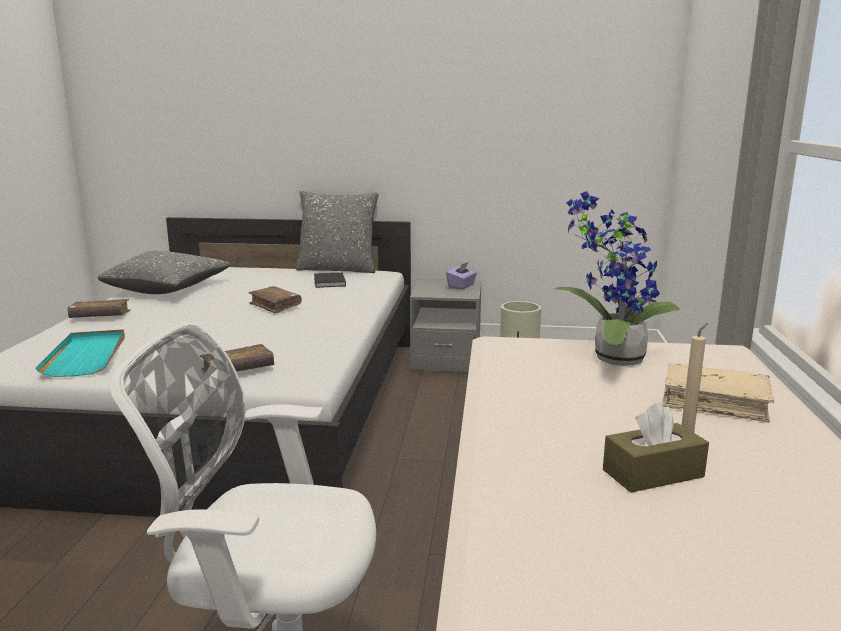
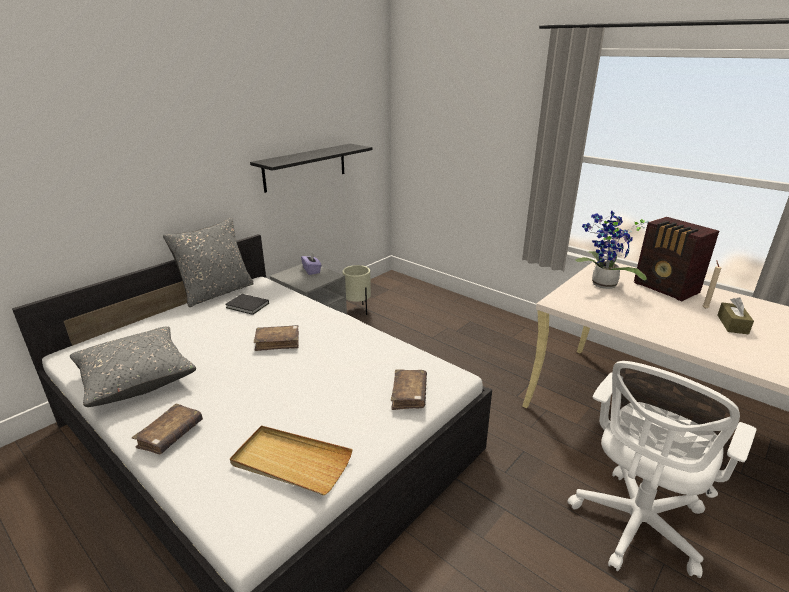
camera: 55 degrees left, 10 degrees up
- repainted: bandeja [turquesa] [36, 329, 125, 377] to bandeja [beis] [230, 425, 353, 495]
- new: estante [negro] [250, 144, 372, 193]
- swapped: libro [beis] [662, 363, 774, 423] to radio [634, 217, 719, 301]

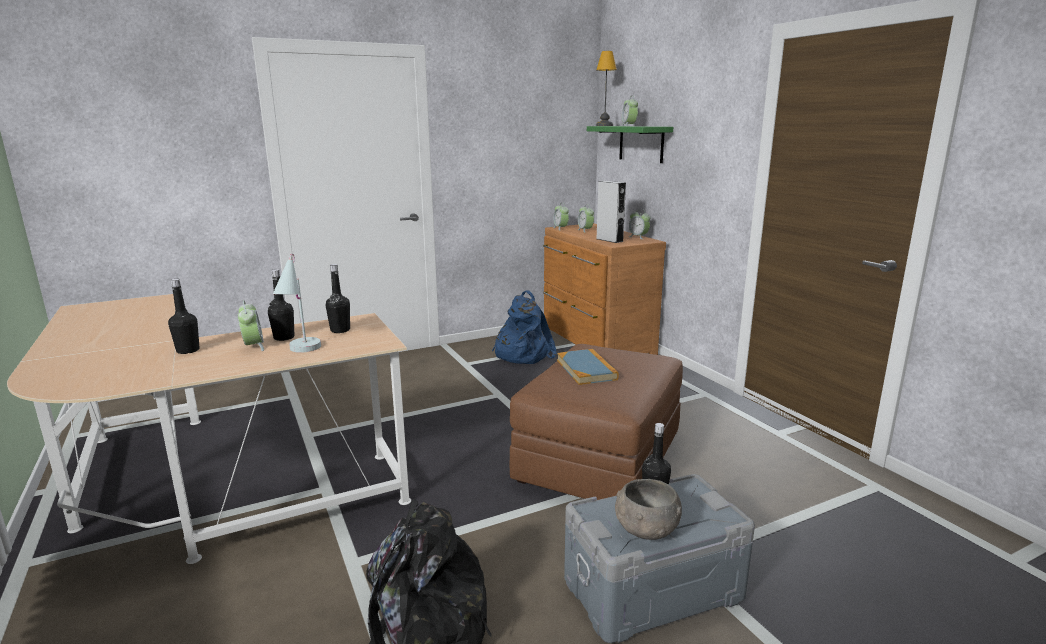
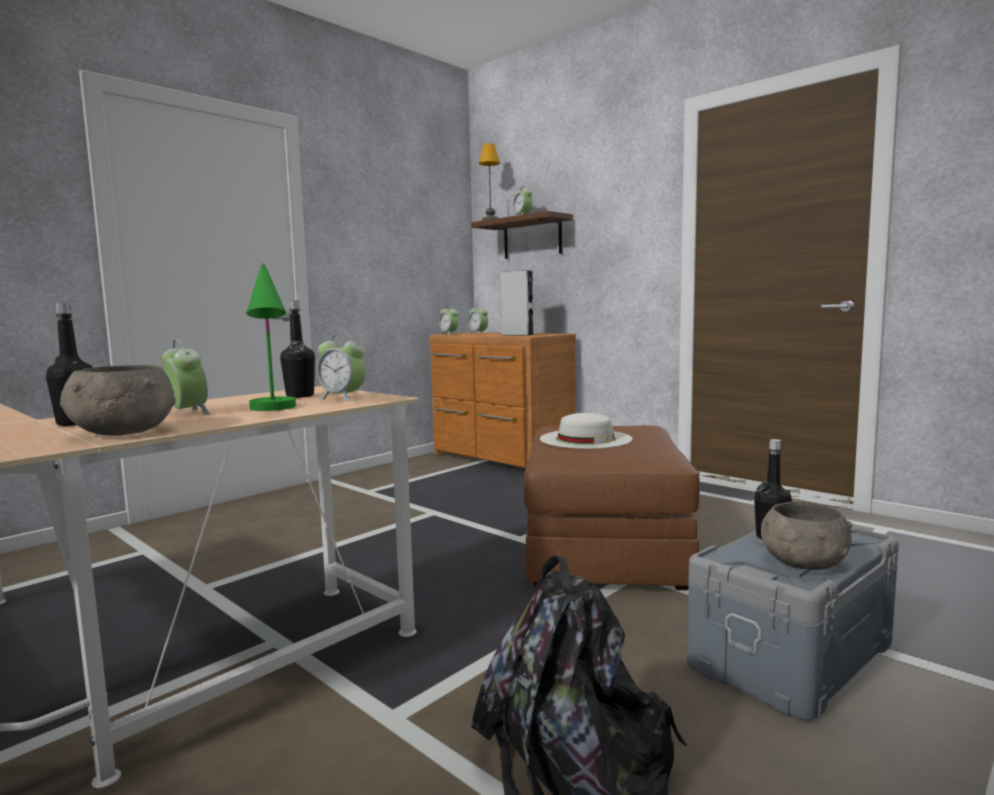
camera: 20 degrees left, 10 degrees down
- new: cuenco [gris] [60, 364, 176, 435]
- repainted: lámpara de mesa [blanco] [273, 253, 321, 353] to lámpara de mesa [verde] [247, 262, 296, 411]
- shifted: despertador [629, 209, 650, 239] to [317, 333, 366, 401]
- repainted: estante [verde] [587, 126, 673, 163] to estante [marrón] [471, 211, 573, 259]
- swapped: libro [557, 349, 619, 385] to sombrero [blanco] [540, 413, 633, 449]
- gone: botella [negro] [268, 269, 294, 341]
- gone: mochila [azul] [492, 290, 557, 364]

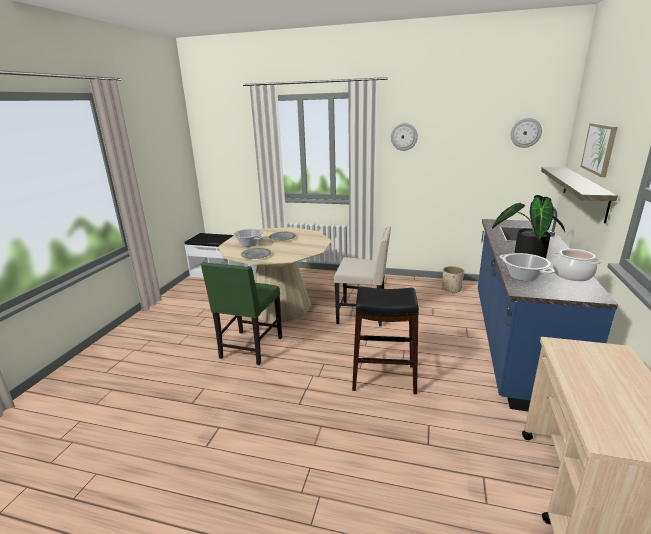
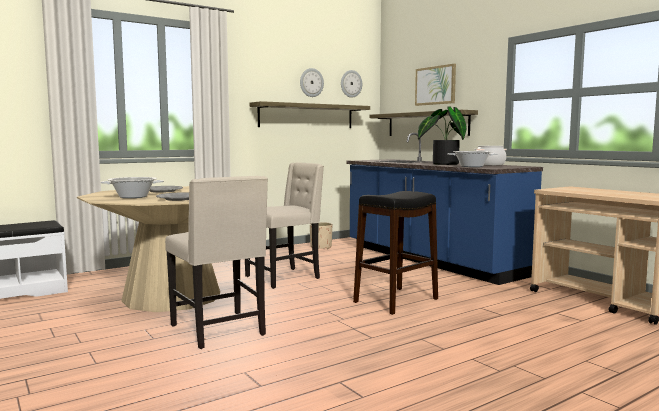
camera: 50 degrees left, 15 degrees down
- repainted: silla [verde] [201, 262, 282, 365] to silla [beis] [165, 176, 268, 349]
- new: estante [249, 101, 370, 128]
- shifted: reloj de pared [391, 123, 418, 151] to [300, 68, 324, 97]

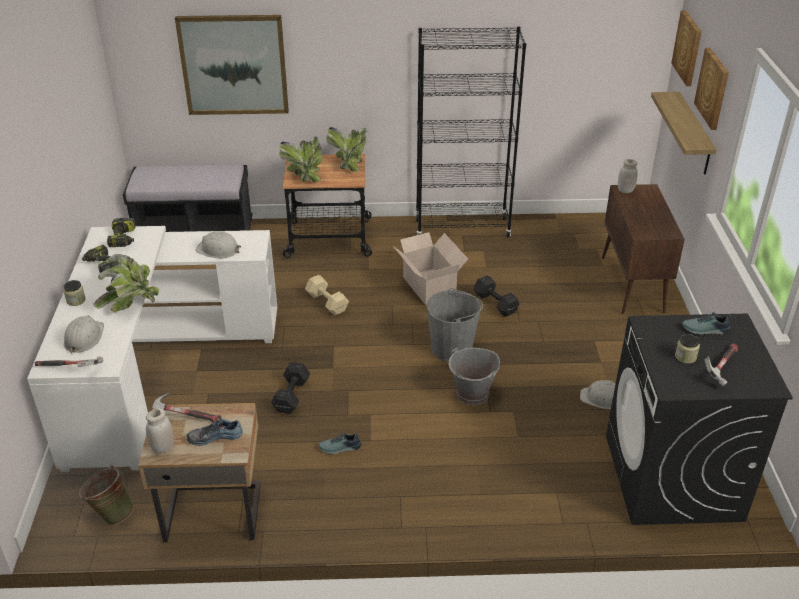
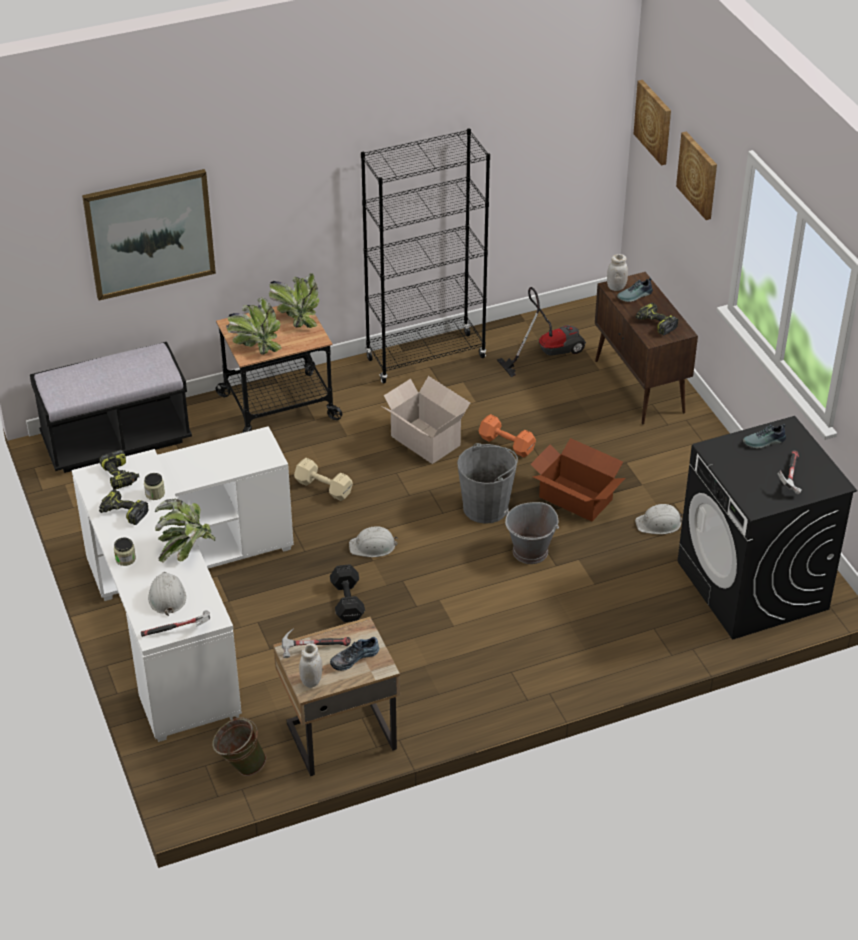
camera: 20 degrees left, 5 degrees up
- shifted: tarro [675, 334, 700, 364] to [144, 473, 165, 500]
- shifted: casco [blanco] [195, 231, 241, 258] to [349, 526, 398, 557]
- repainted: mancuerna [negro] [474, 275, 520, 317] to mancuerna [naranja] [479, 414, 536, 457]
- new: aspiradora [497, 287, 586, 377]
- new: caja de cartón [530, 438, 625, 522]
- shifted: zapato [319, 433, 361, 454] to [617, 278, 653, 302]
- new: taladro [635, 302, 678, 335]
- gone: estante [651, 92, 717, 174]

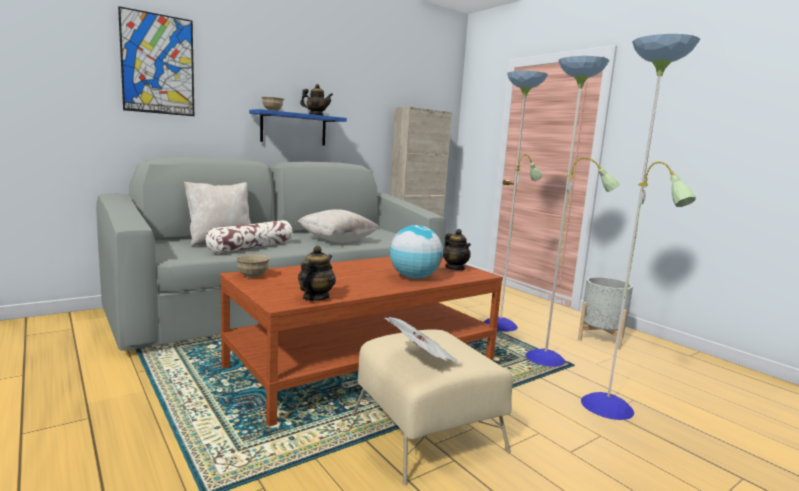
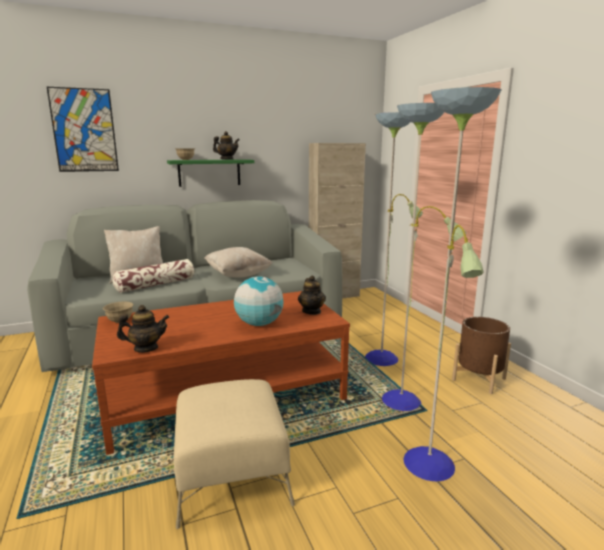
camera: 15 degrees right, 5 degrees up
- rotated: tetera [298, 246, 336, 301] = [117, 305, 169, 353] 45 degrees clockwise
- repainted: estante [azul] [249, 109, 347, 146] to estante [verde] [167, 159, 254, 187]
- repainted: maceta [gris] [578, 277, 633, 350] to maceta [marrón] [452, 317, 511, 394]
- gone: periódico [385, 317, 462, 363]

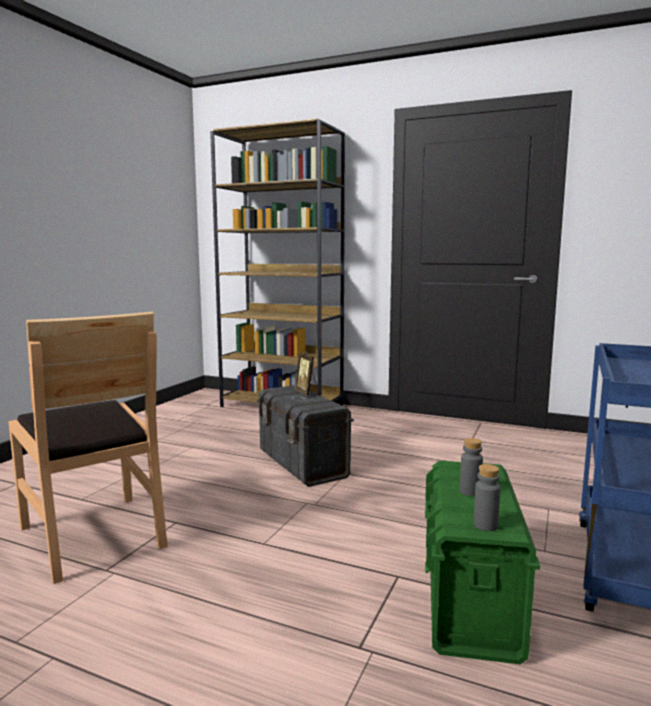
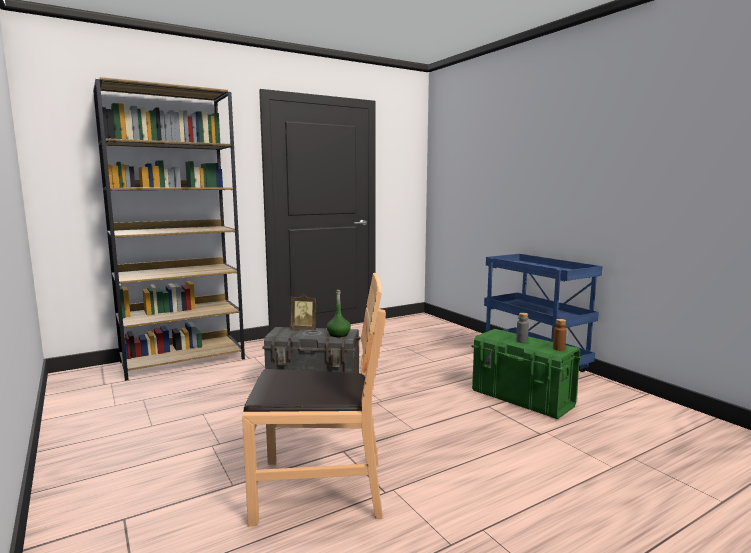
camera: 55 degrees left, 0 degrees up
- new: botella [verde] [327, 290, 351, 337]
- repainted: botella [gris] [474, 464, 501, 531] to botella [marrón] [553, 319, 567, 351]

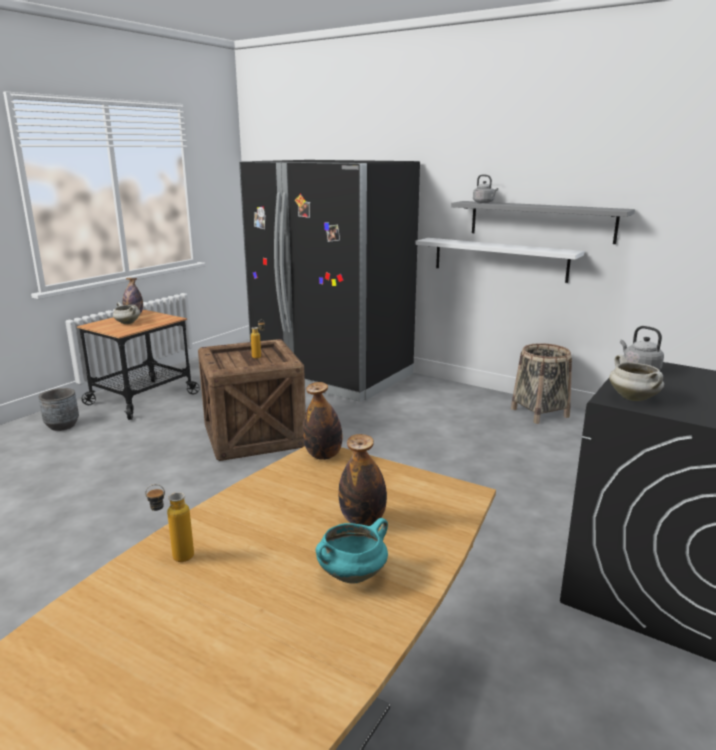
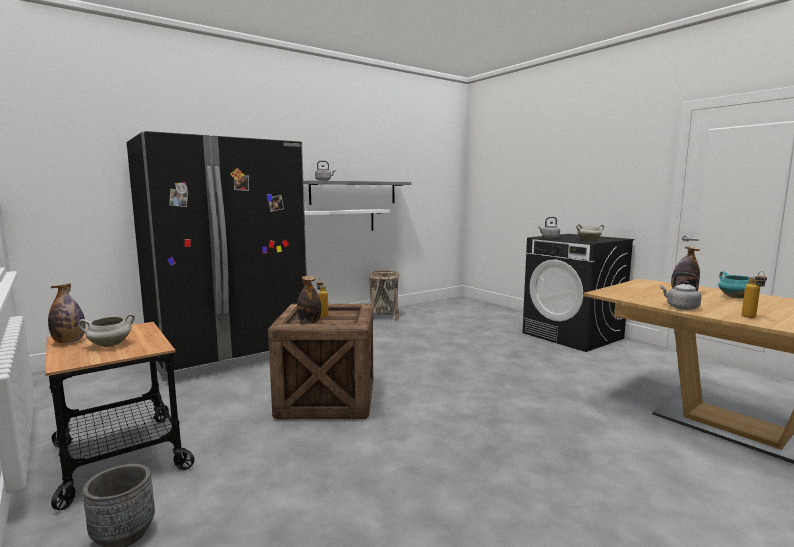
camera: 70 degrees left, 10 degrees down
- shifted: botella [303, 382, 343, 460] to [297, 276, 321, 324]
- new: hervidor [gris] [660, 272, 702, 310]

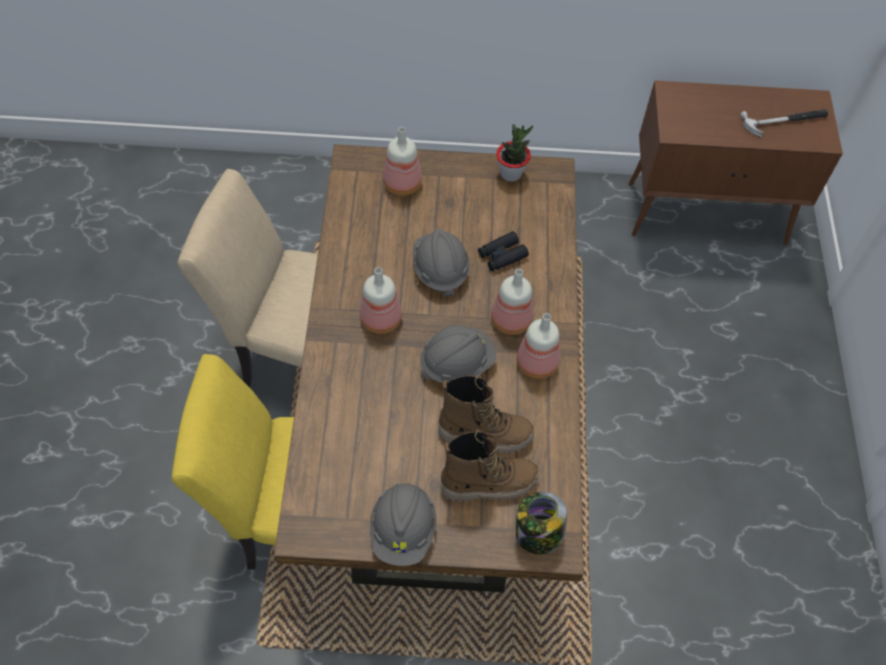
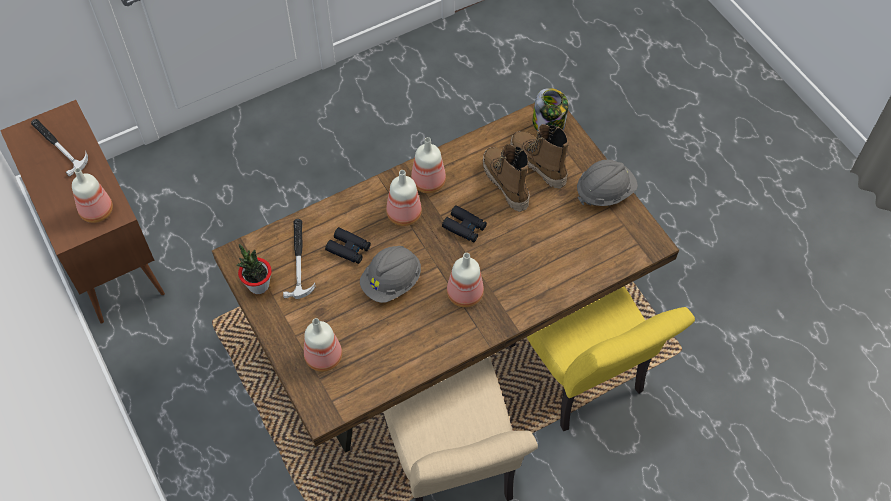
camera: 120 degrees left, 0 degrees up
- new: botella [72, 168, 113, 223]
- new: martillo [283, 219, 316, 299]
- swapped: casco [gris] [420, 325, 496, 383] to prismáticos [negro] [442, 205, 487, 243]

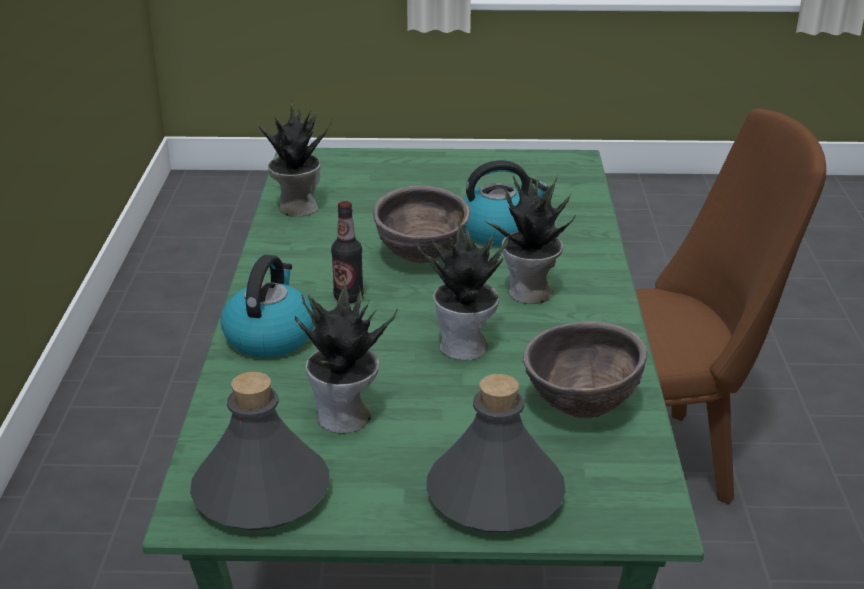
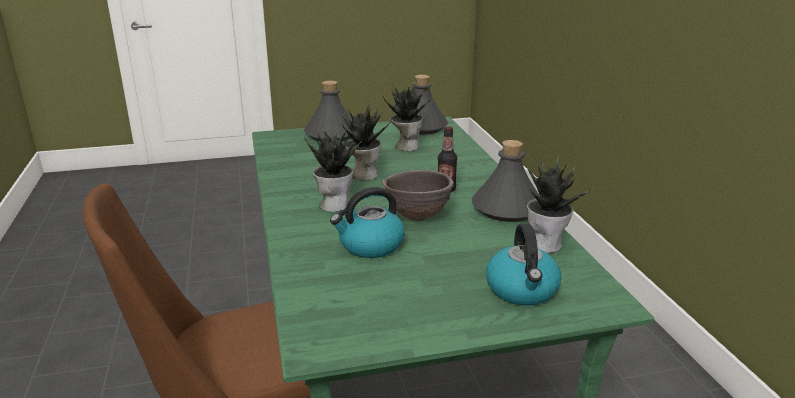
camera: 165 degrees right, 5 degrees down
- new: botella [gris] [472, 140, 540, 222]
- shifted: hervidor [221, 255, 314, 358] to [486, 223, 562, 305]
- gone: cuenco [marrón] [523, 321, 647, 418]

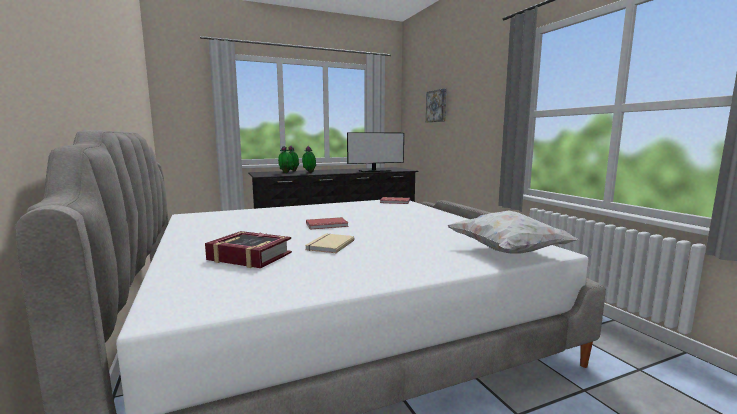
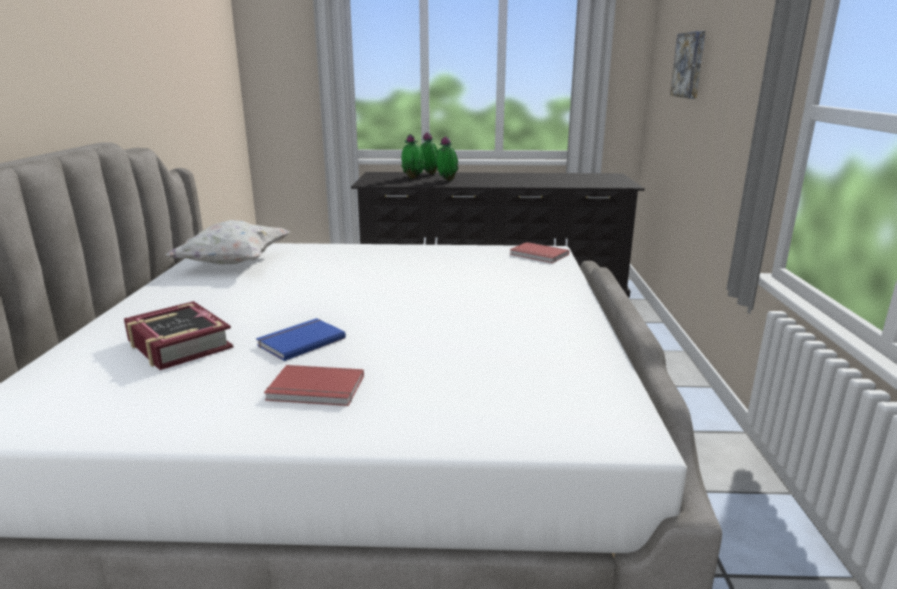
camera: 25 degrees right, 10 degrees up
- shifted: cojín [blanco] [448, 210, 578, 254] to [165, 220, 290, 264]
- repainted: libro [beis] [305, 234, 354, 253] to libro [azul] [256, 318, 346, 361]
- shifted: libro [rojo] [306, 217, 349, 230] to [264, 365, 364, 406]
- gone: monitor [347, 132, 404, 172]

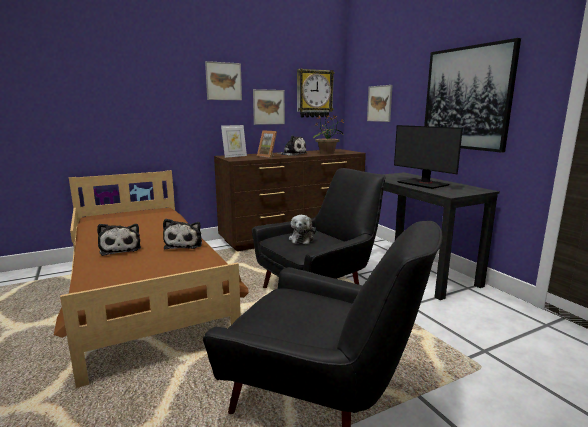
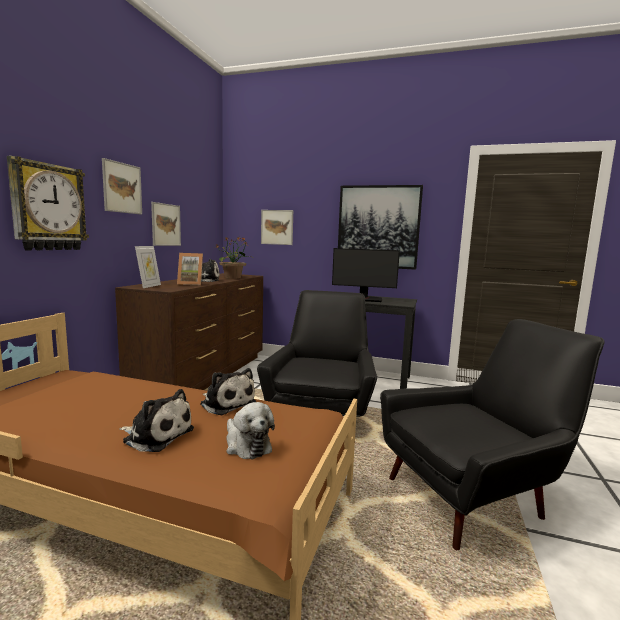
camera: 45 degrees left, 5 degrees down
- shifted: reloj de pared [297, 69, 335, 118] to [7, 156, 89, 251]
- shifted: peluche [289, 215, 316, 244] to [227, 402, 275, 460]

